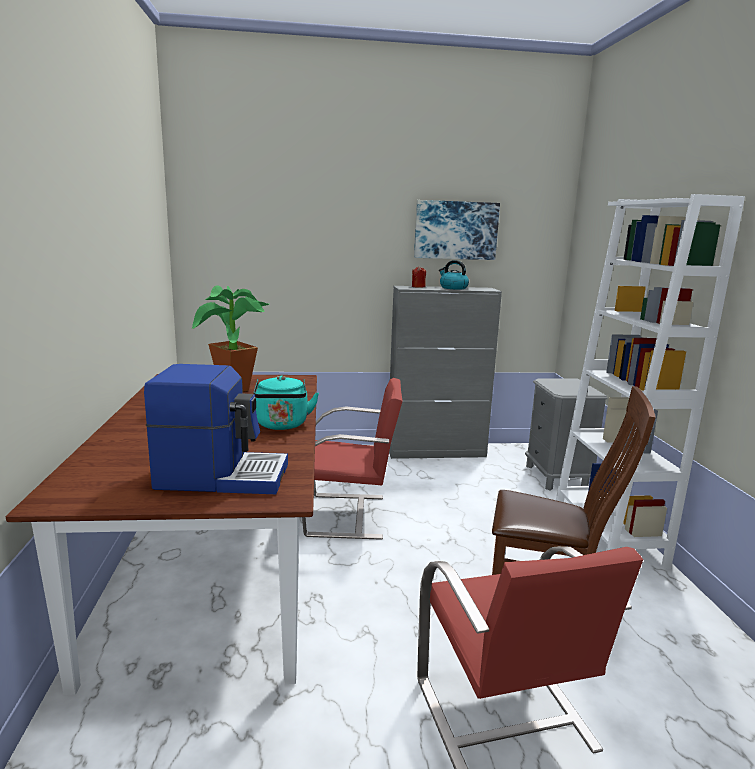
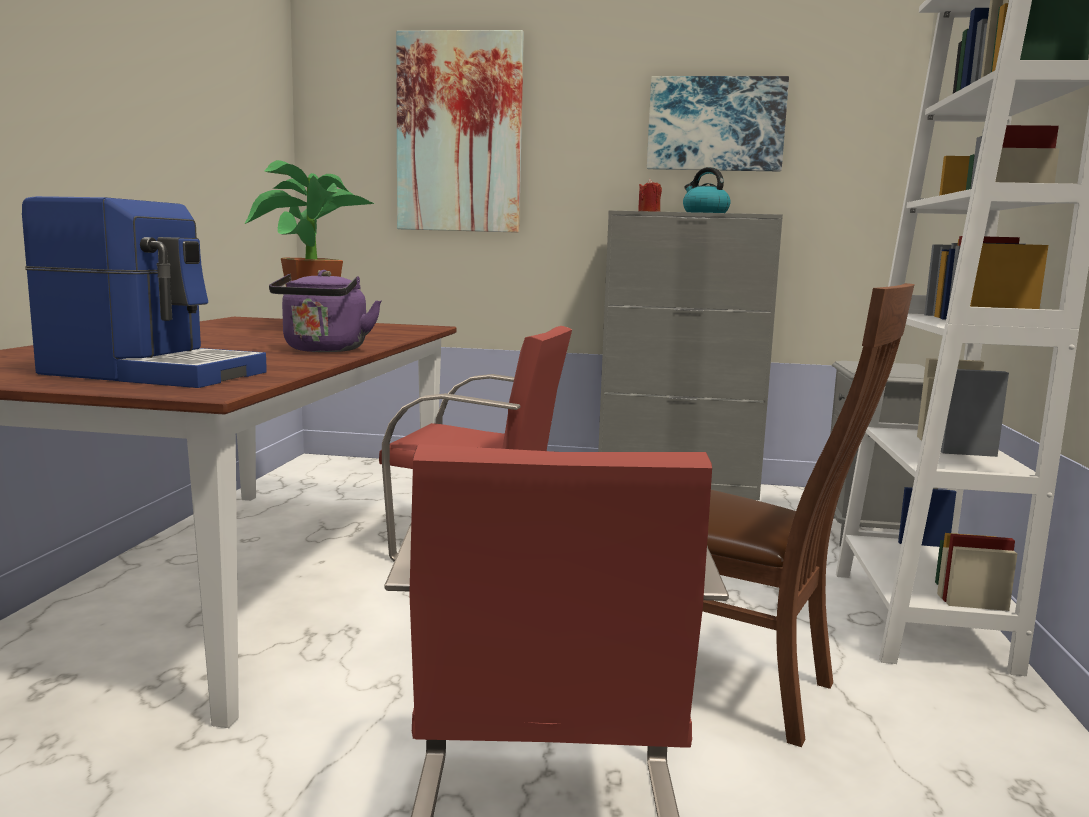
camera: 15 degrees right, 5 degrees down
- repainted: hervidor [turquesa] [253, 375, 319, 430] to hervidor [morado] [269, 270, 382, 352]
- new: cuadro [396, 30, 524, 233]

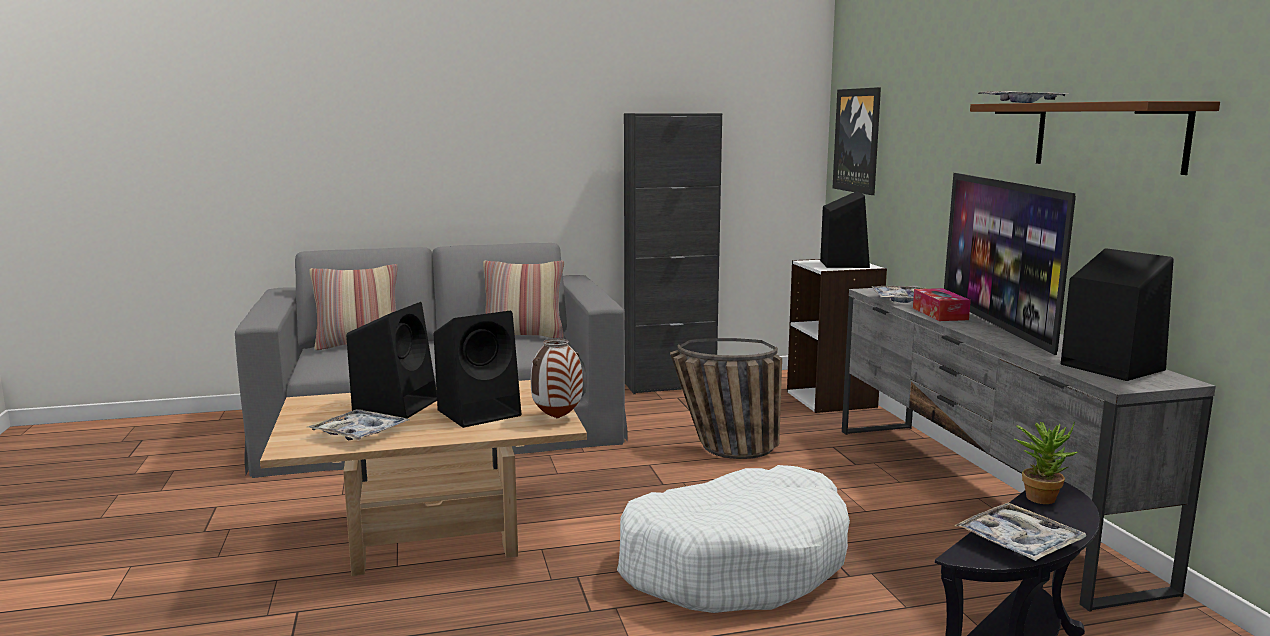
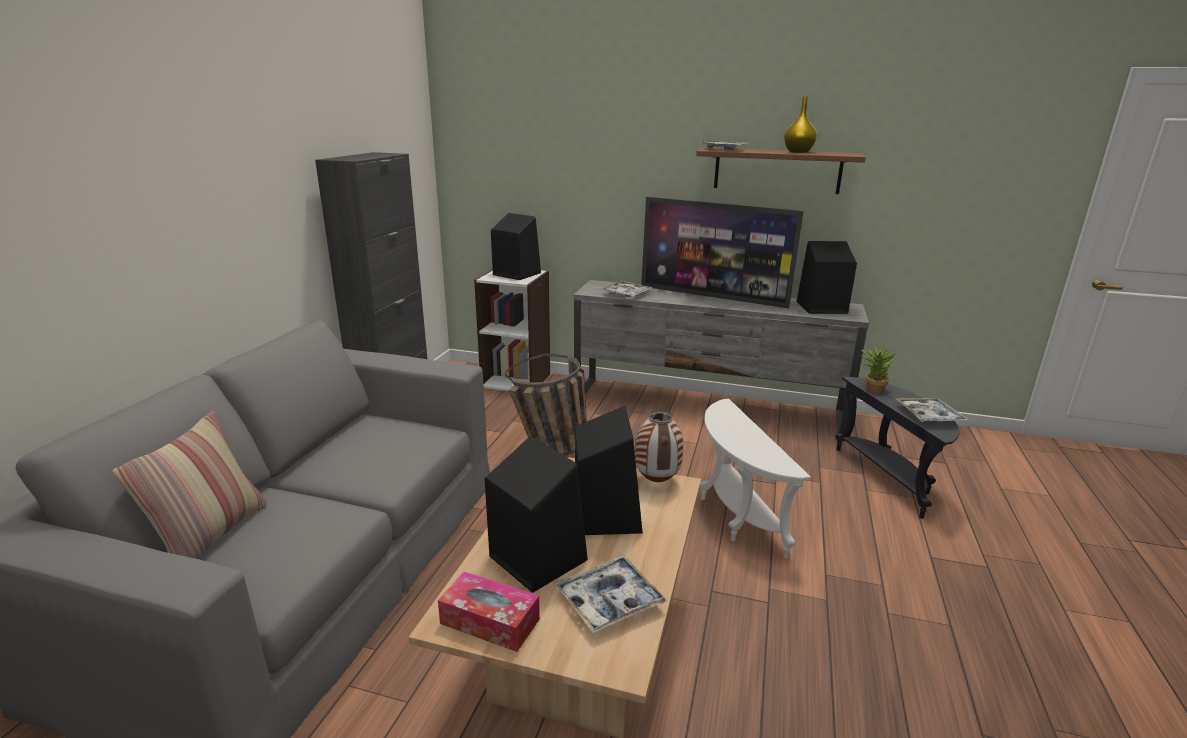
camera: 60 degrees left, 10 degrees up
- shifted: caja de pañuelos [913, 288, 971, 321] to [438, 571, 540, 652]
- swapped: cama para perro [blanco] [617, 465, 850, 613] to mesa auxiliar [blanco] [700, 399, 811, 558]
- new: florero [amarillo] [784, 97, 817, 153]
- gone: cojín [483, 260, 564, 338]
- gone: cuadro [833, 87, 881, 195]

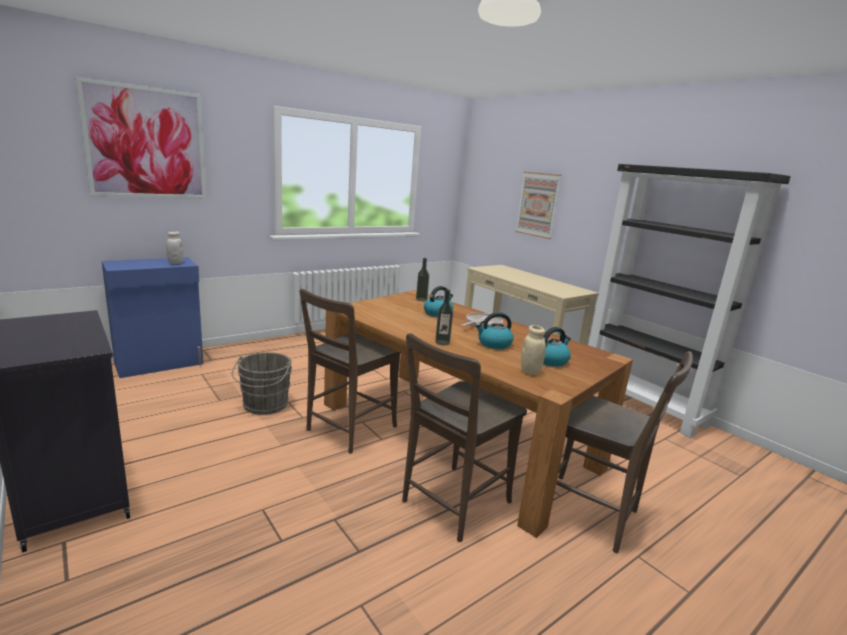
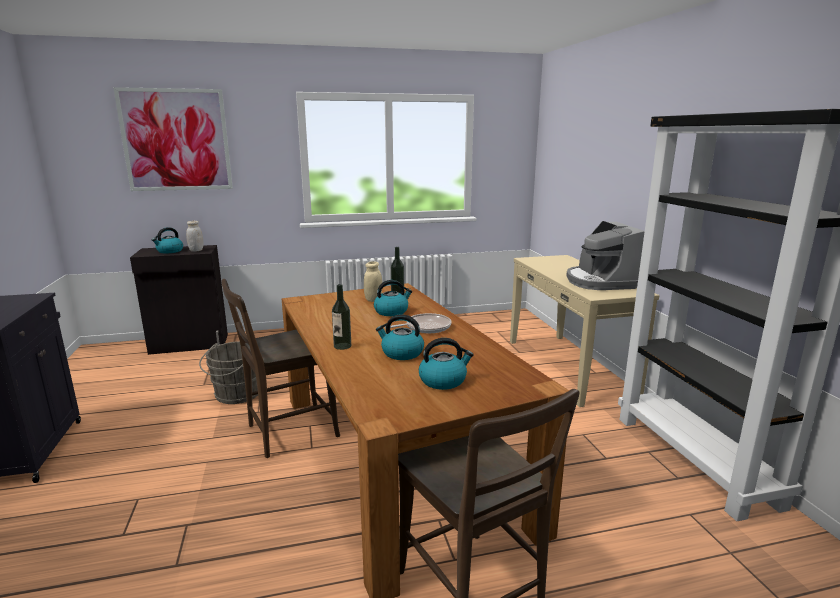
camera: 25 degrees right, 0 degrees up
- repainted: armario [azul] [102, 257, 203, 378] to armario [negro] [130, 245, 228, 355]
- new: hervidor [152, 227, 183, 253]
- shifted: tarro [beis] [521, 325, 546, 375] to [364, 261, 382, 302]
- new: cafetera [566, 221, 645, 290]
- gone: silla [marrón] [402, 333, 527, 542]
- gone: cuadro [515, 172, 561, 239]

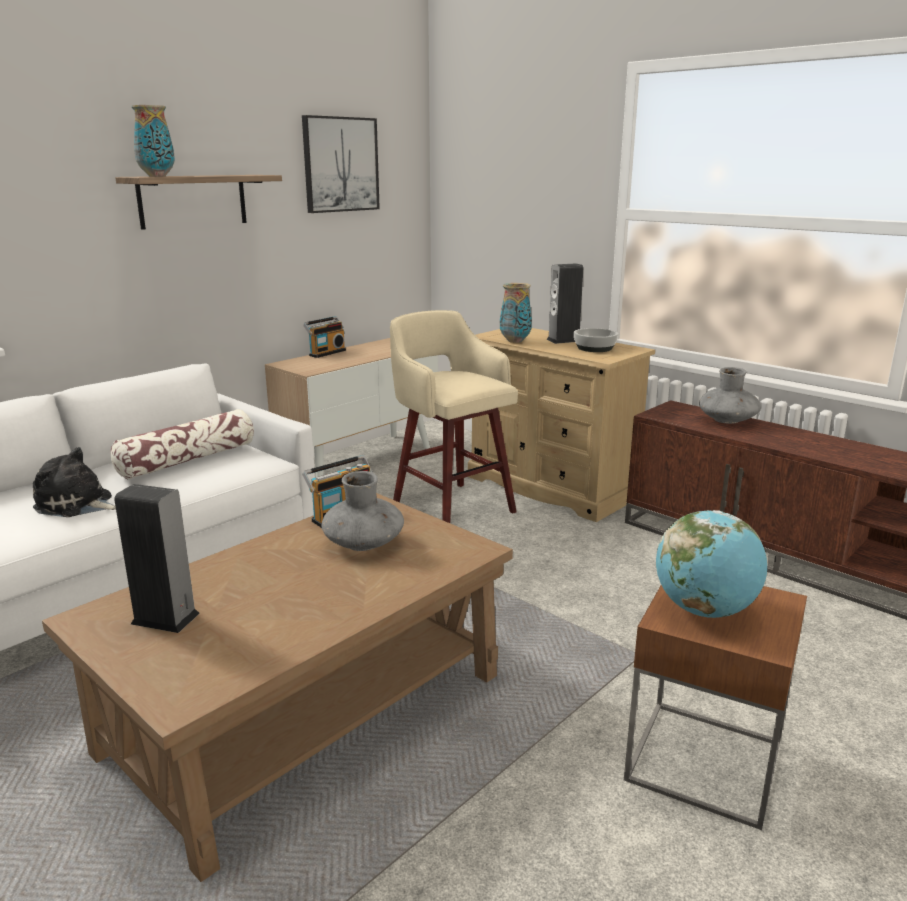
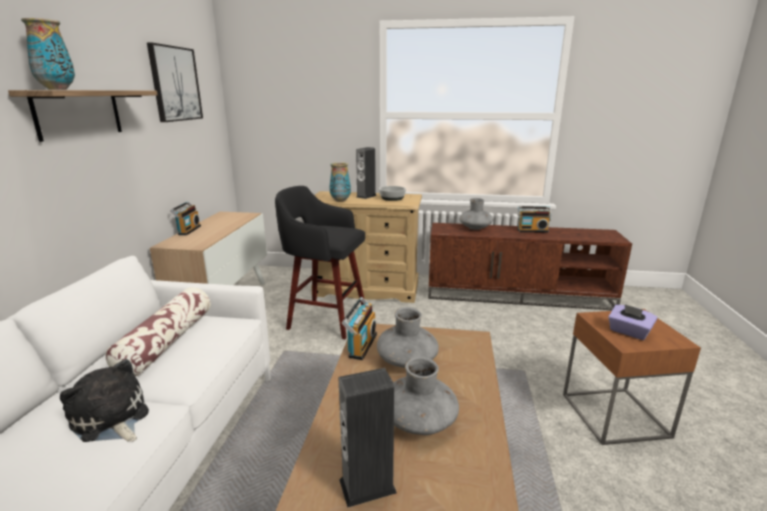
camera: 35 degrees left, 0 degrees up
- rotated: peluche [33, 447, 116, 517] = [60, 359, 149, 442] 60 degrees clockwise
- repainted: taburete [beis] [390, 310, 518, 523] to taburete [negro] [275, 186, 365, 339]
- new: florero [gris] [393, 356, 459, 435]
- new: radio [517, 206, 551, 233]
- swapped: globo terráqueo [656, 510, 767, 618] to caja de pañuelos [morado] [608, 304, 657, 340]

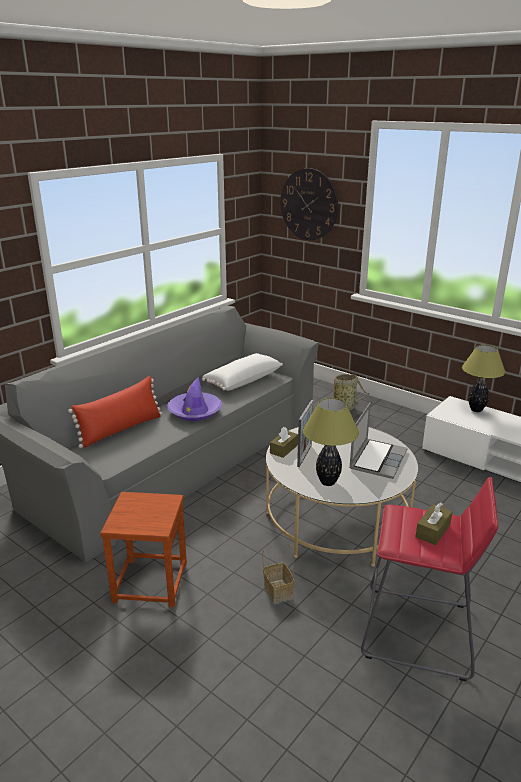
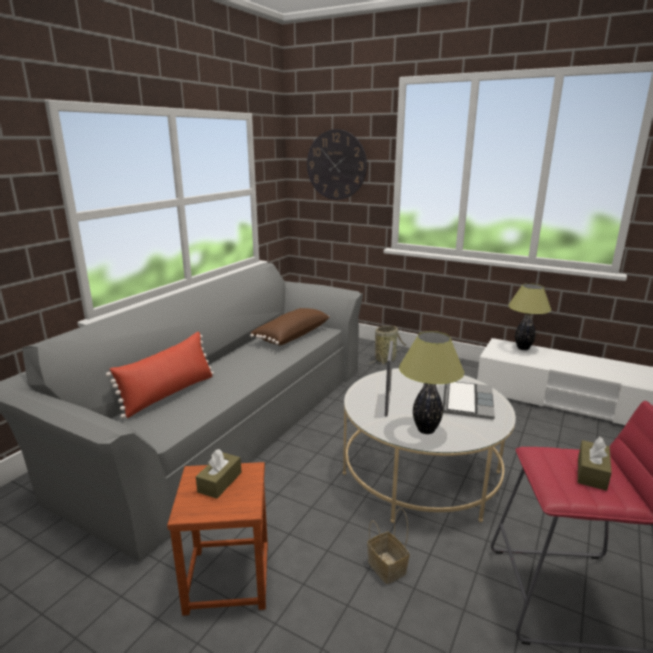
camera: 10 degrees left, 5 degrees down
- shifted: caja de pañuelos [marrón] [270, 427, 298, 458] to [196, 449, 242, 499]
- repainted: cojín [blanco] [202, 353, 283, 391] to cojín [marrón] [250, 308, 330, 345]
- gone: sombrero [morado] [167, 377, 222, 421]

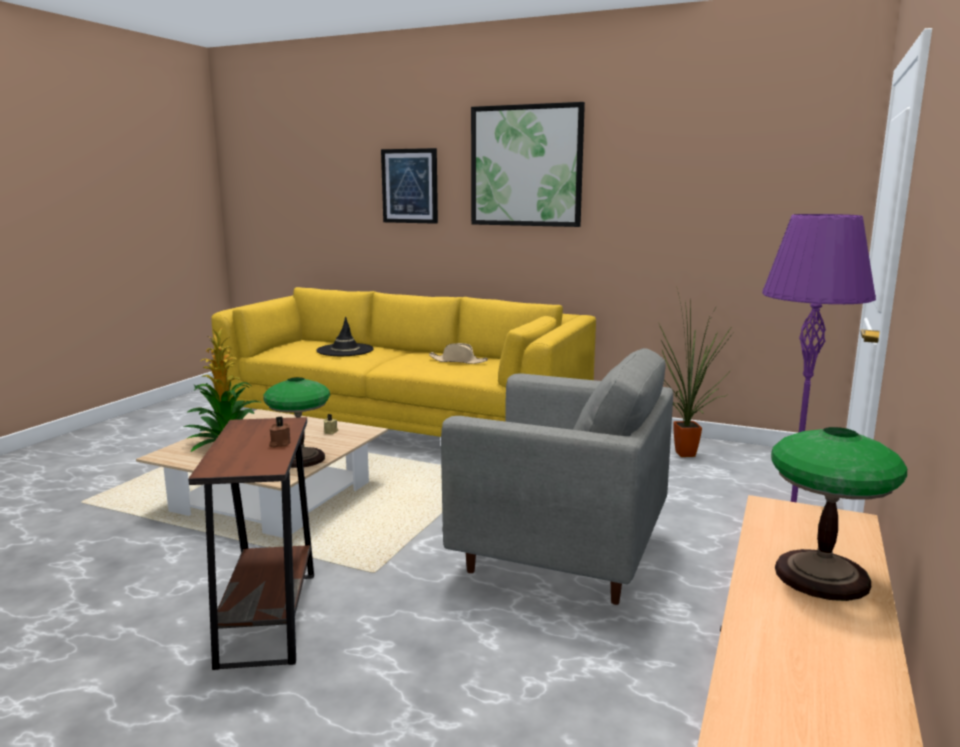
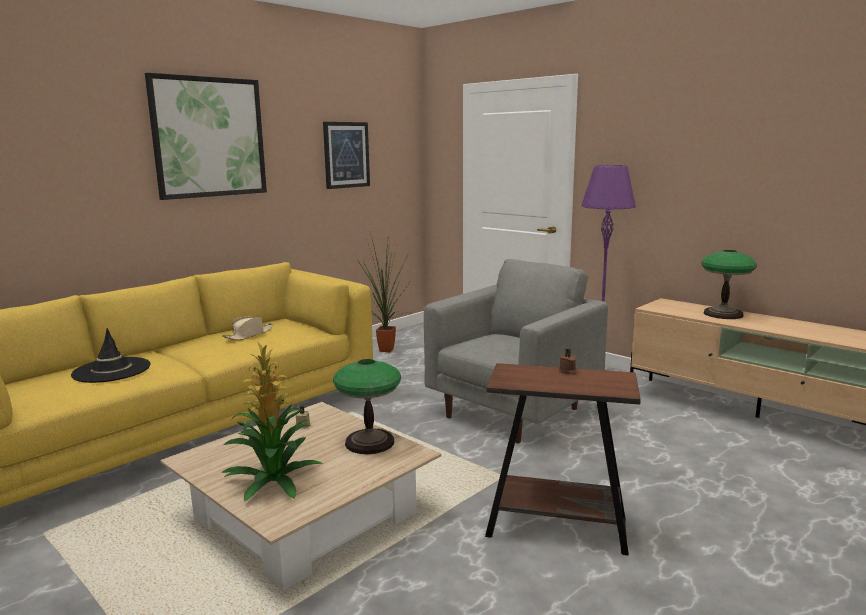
camera: 70 degrees left, 0 degrees up
- shifted: cuadro [381, 148, 438, 224] to [323, 122, 370, 189]

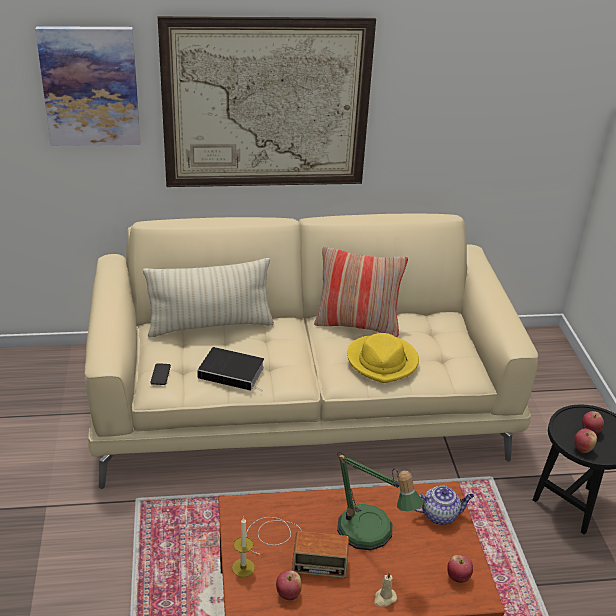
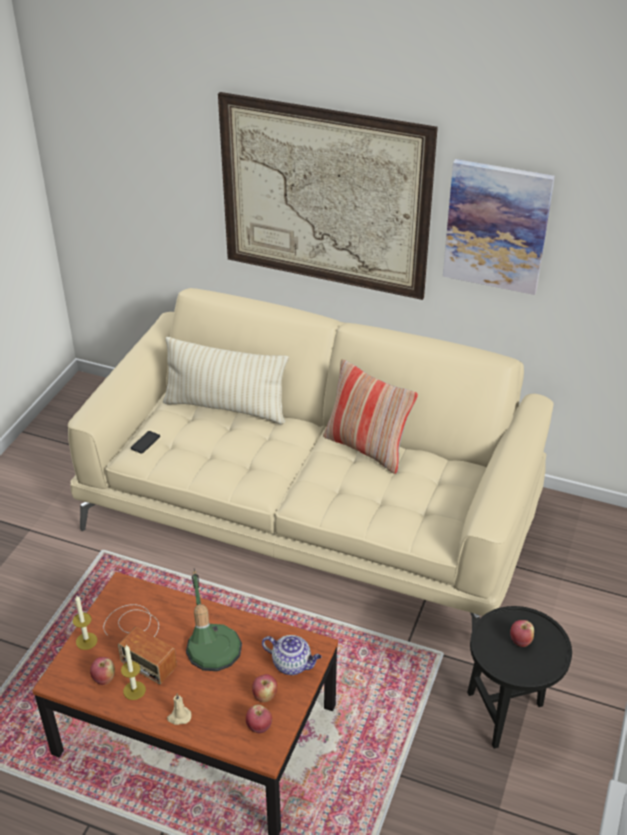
camera: 30 degrees right, 5 degrees up
- new: vela [121, 645, 146, 700]
- shifted: manzana [574, 428, 597, 453] to [252, 674, 277, 702]
- shifted: cuadro [35, 26, 140, 146] to [443, 159, 555, 295]
- gone: libro [197, 347, 264, 391]
- gone: sombrero [amarillo] [347, 333, 419, 383]

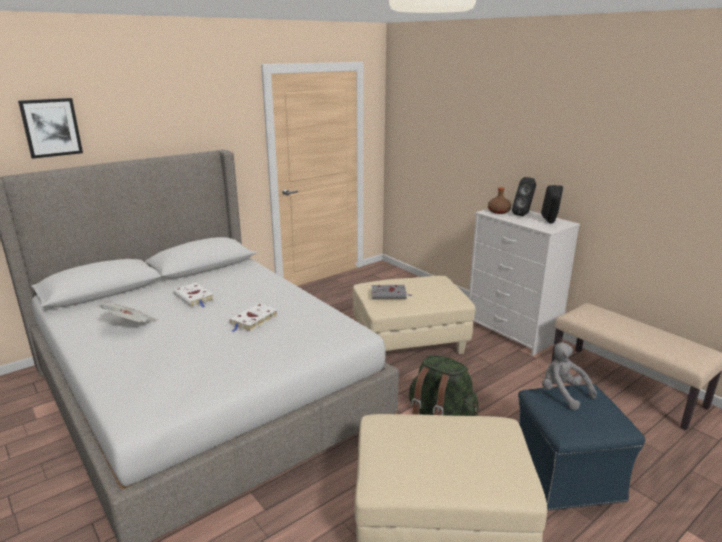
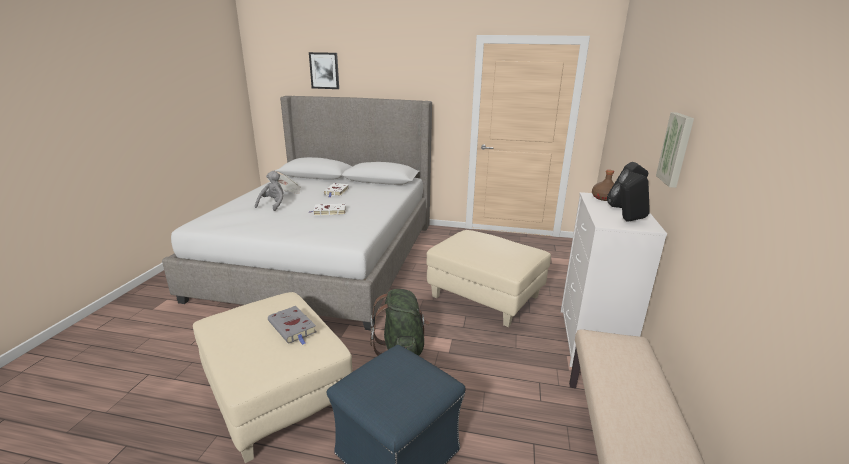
camera: 50 degrees right, 0 degrees up
- shifted: peluche [gris] [542, 342, 597, 410] to [255, 171, 283, 211]
- shifted: libro [gris] [371, 285, 412, 299] to [268, 306, 316, 345]
- new: cuadro [656, 112, 694, 188]

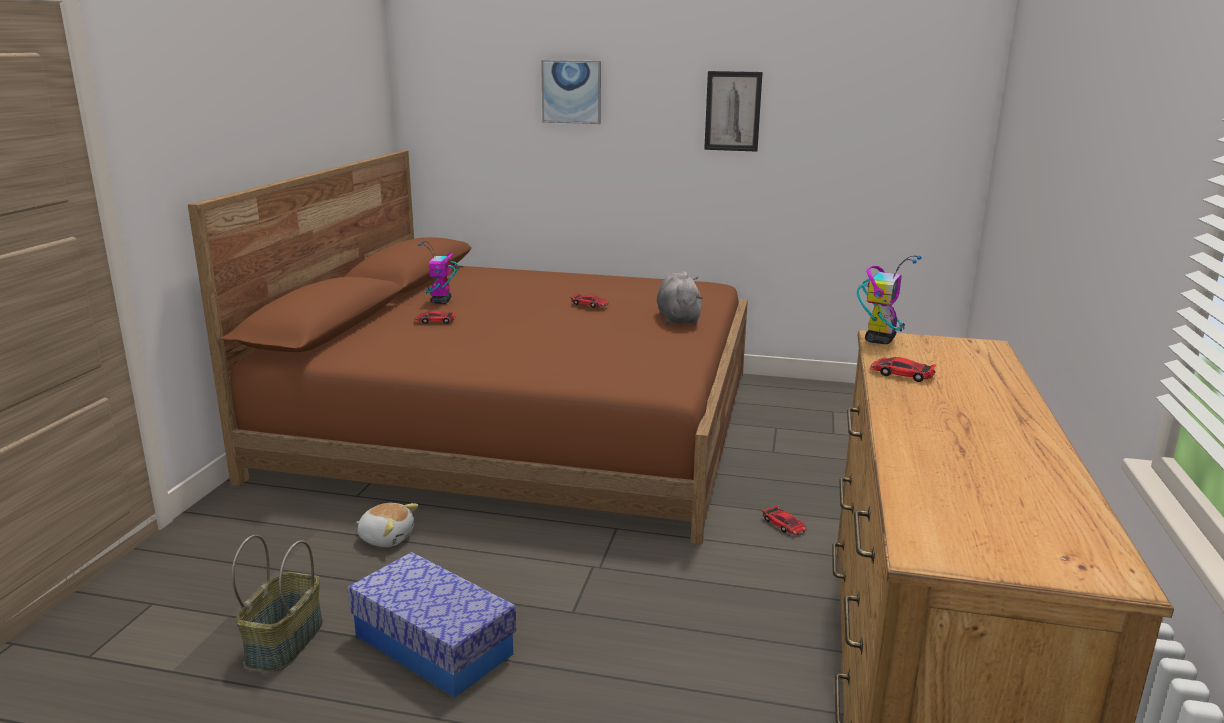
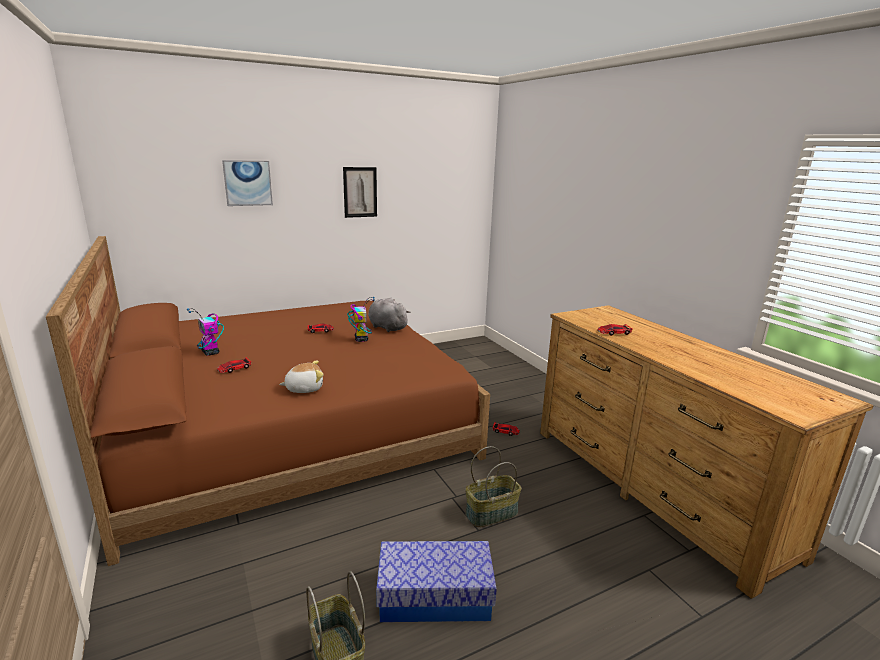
camera: 40 degrees left, 0 degrees up
- shifted: peluche [356, 503, 418, 547] to [279, 360, 324, 393]
- shifted: robot de juguete [857, 256, 921, 344] to [347, 297, 375, 342]
- new: cesta [465, 446, 522, 527]

